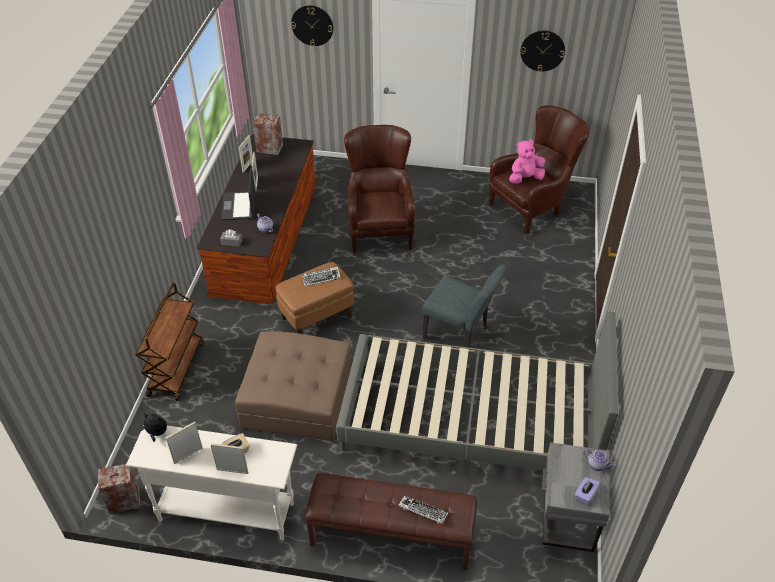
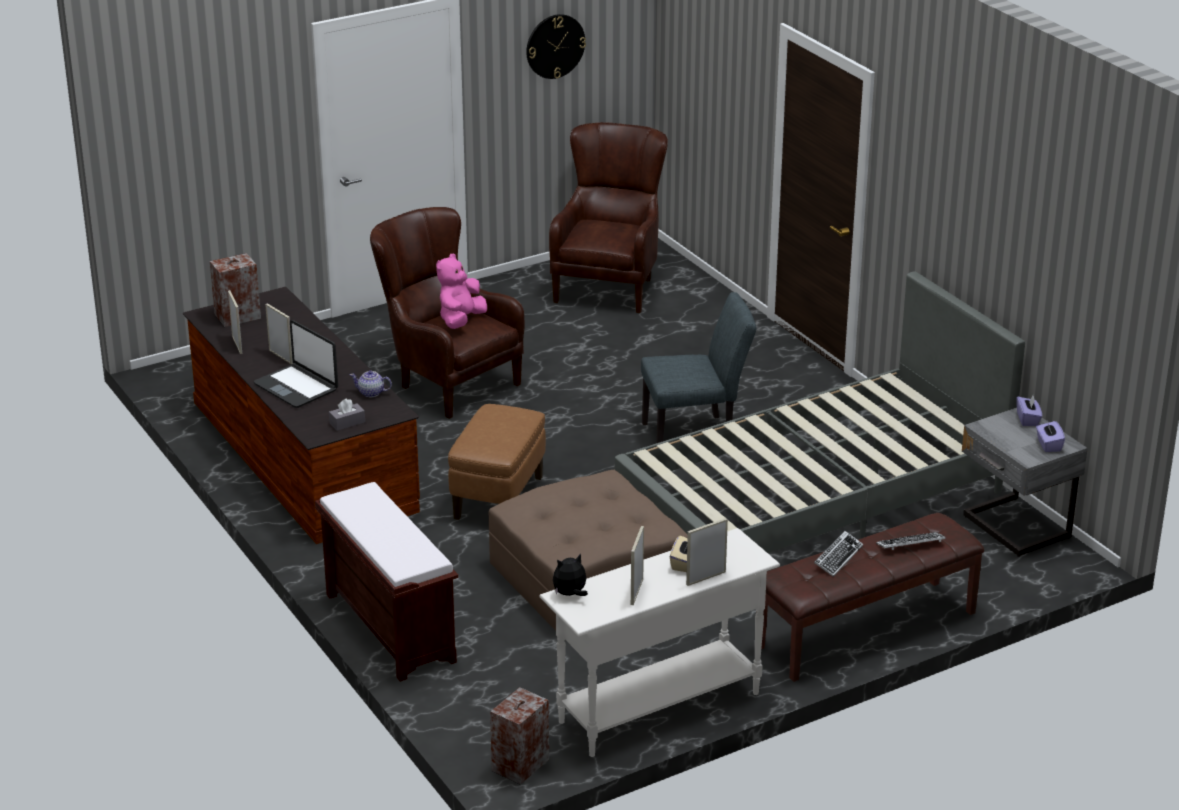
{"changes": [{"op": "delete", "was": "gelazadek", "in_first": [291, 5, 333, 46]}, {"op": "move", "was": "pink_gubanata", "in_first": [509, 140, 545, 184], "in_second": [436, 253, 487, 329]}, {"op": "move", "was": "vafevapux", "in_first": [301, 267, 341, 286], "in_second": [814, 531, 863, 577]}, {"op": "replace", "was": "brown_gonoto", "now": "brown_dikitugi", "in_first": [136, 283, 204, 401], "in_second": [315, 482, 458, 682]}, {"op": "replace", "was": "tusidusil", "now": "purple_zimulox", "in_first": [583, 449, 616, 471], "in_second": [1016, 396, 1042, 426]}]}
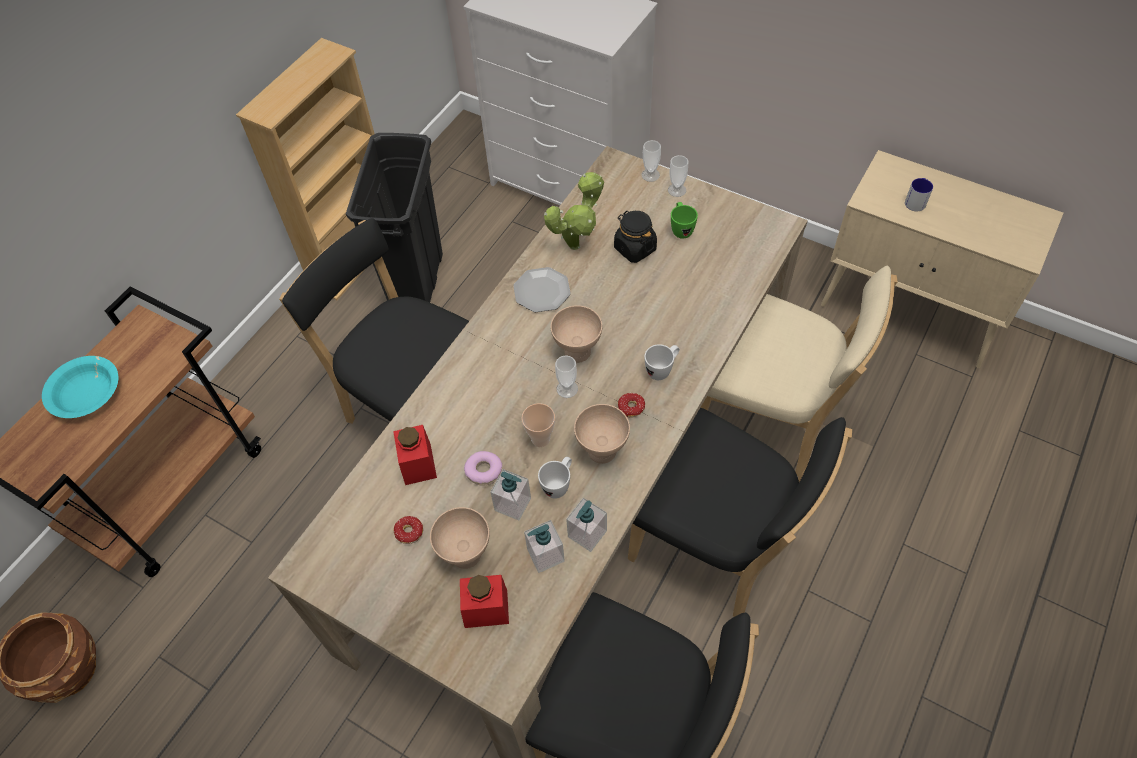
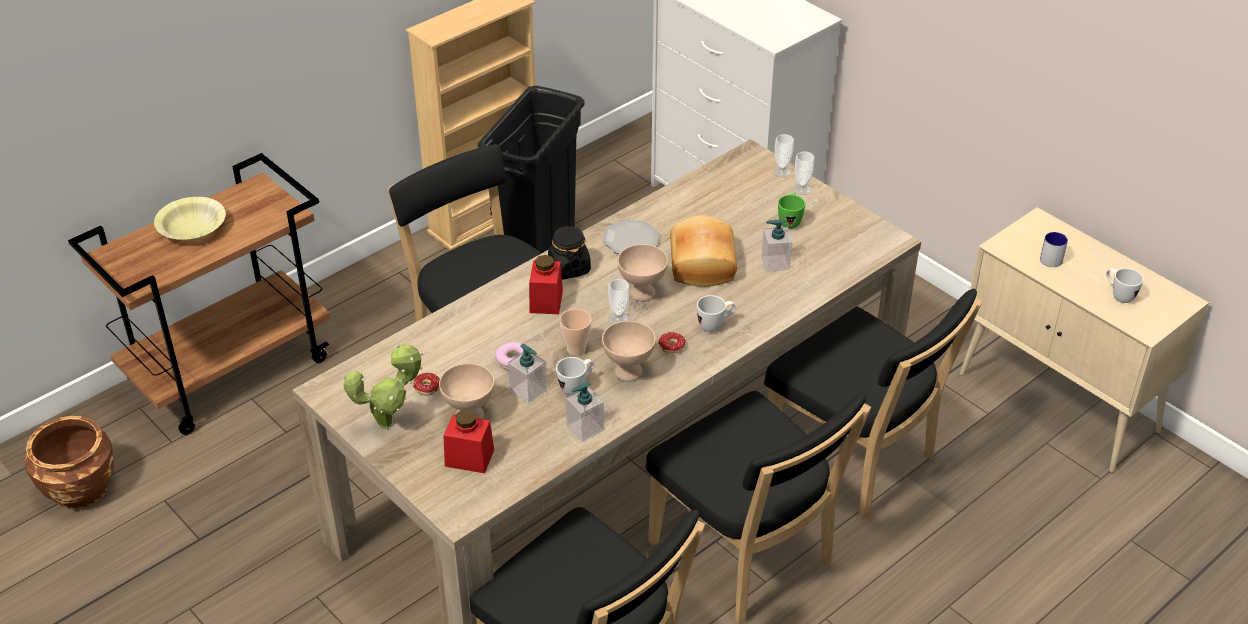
{"changes": [{"op": "move", "was": "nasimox", "in_first": [544, 172, 604, 250], "in_second": [343, 344, 423, 430]}, {"op": "move", "was": "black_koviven", "in_first": [614, 211, 657, 263], "in_second": [548, 226, 591, 280]}, {"op": "recolor", "was": "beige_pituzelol", "now": "black_pituzelol", "in_first": [700, 266, 898, 477], "in_second": [764, 289, 982, 520]}, {"op": "recolor", "was": "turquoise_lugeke", "now": "yellow_lugeke", "in_first": [42, 356, 118, 418], "in_second": [154, 197, 226, 241]}, {"op": "move", "was": "red_koviven", "in_first": [393, 425, 437, 485], "in_second": [529, 255, 563, 314]}, {"op": "move", "was": "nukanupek", "in_first": [524, 520, 565, 573], "in_second": [762, 219, 792, 272]}, {"op": "insert", "now": "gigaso", "in_second": [670, 215, 737, 287]}, {"op": "insert", "now": "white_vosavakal", "in_second": [1106, 268, 1144, 303]}]}
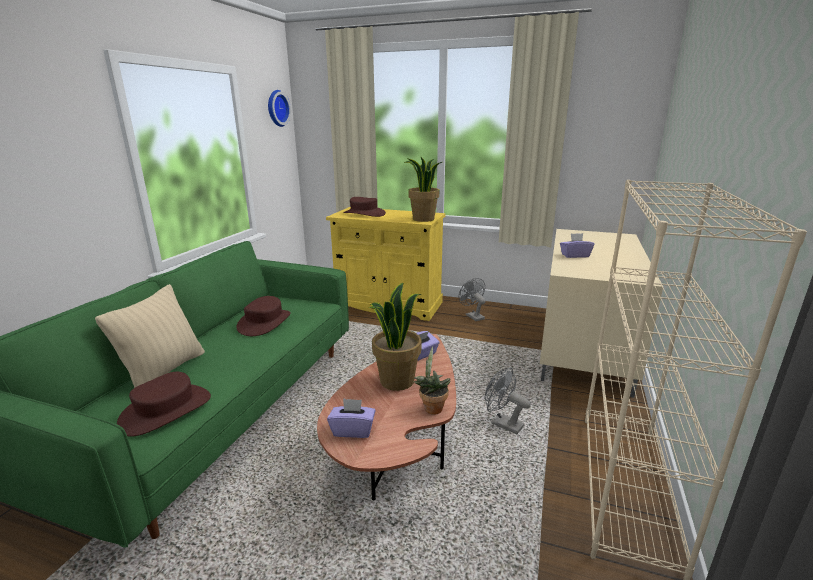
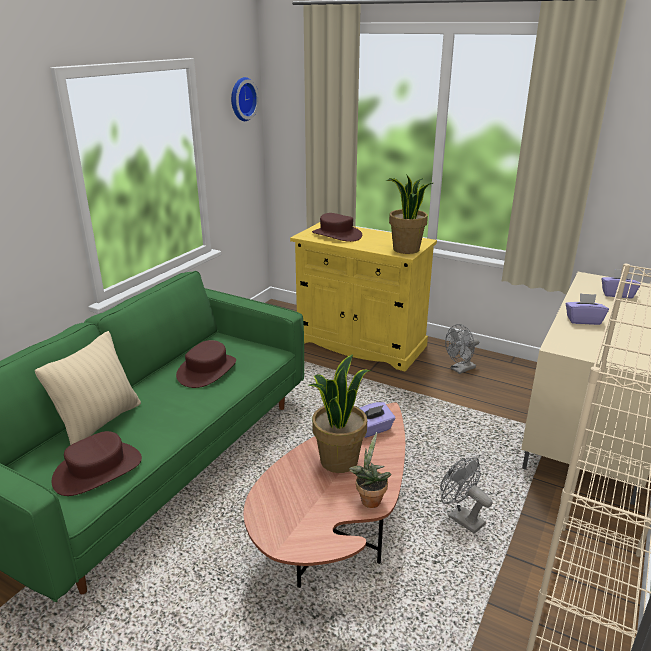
{"changes": [{"op": "rotate", "was": "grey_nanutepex", "in_first": [459, 278, 486, 321], "in_second": [445, 324, 479, 374], "clockwise": -105}, {"op": "move", "was": "purple_zimulox", "in_first": [327, 398, 376, 438], "in_second": [601, 269, 641, 298]}]}
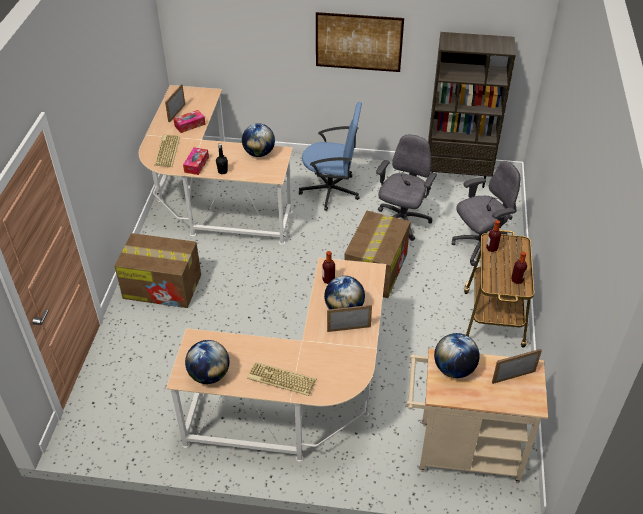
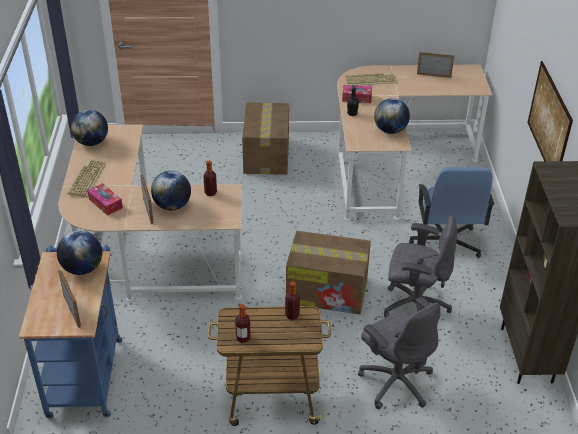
{"changes": [{"op": "move", "was": "zimulox", "in_first": [173, 110, 206, 133], "in_second": [87, 183, 123, 216]}, {"op": "recolor", "was": "beige_gonoto", "now": "blue_gonoto", "in_first": [406, 348, 548, 483], "in_second": [19, 245, 122, 419]}]}
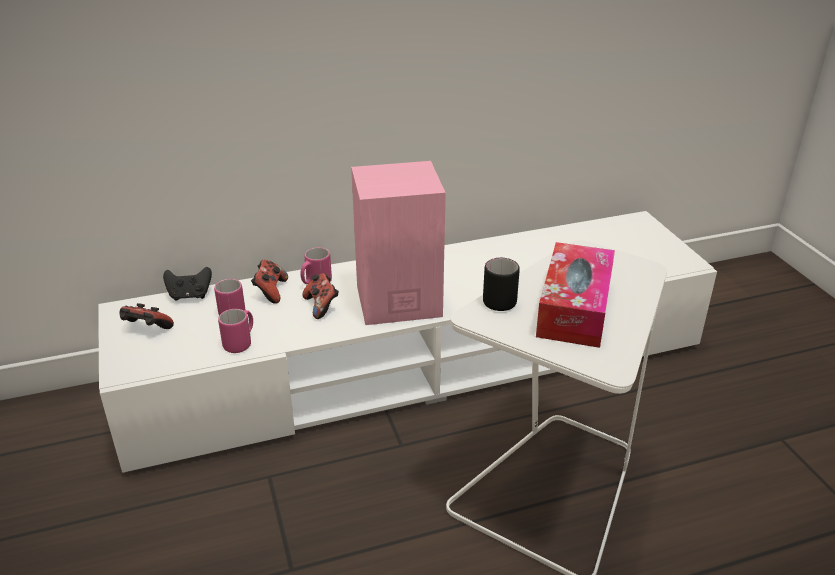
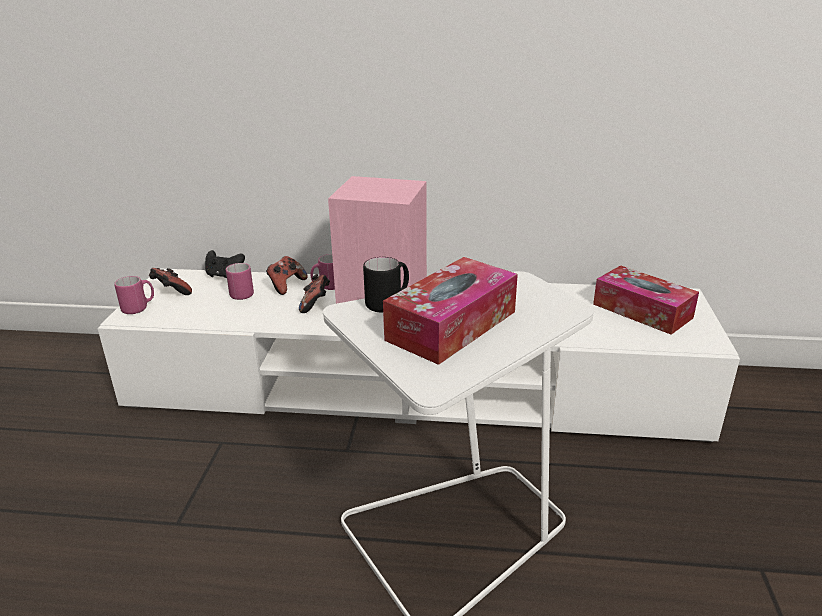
{"changes": [{"op": "move", "was": "pink_vosavakal", "in_first": [218, 309, 253, 353], "in_second": [114, 276, 154, 314]}, {"op": "insert", "now": "zimulox", "in_second": [593, 265, 699, 335]}]}
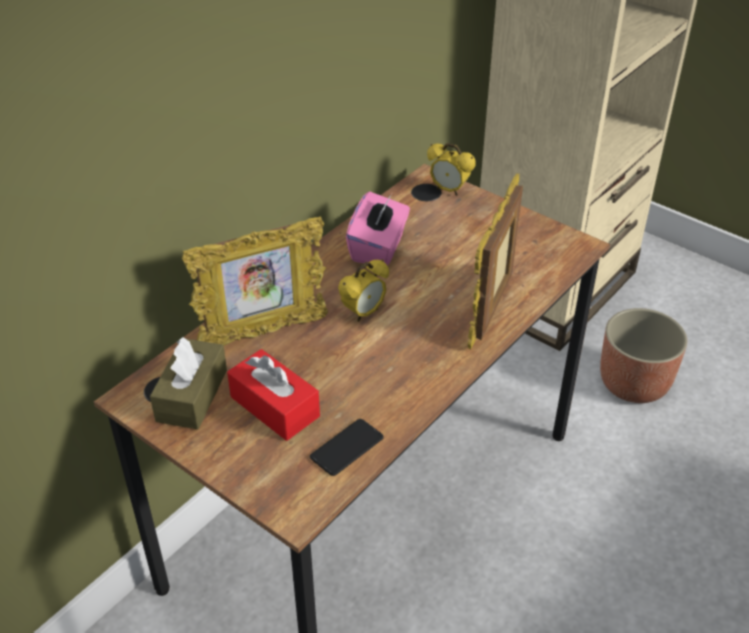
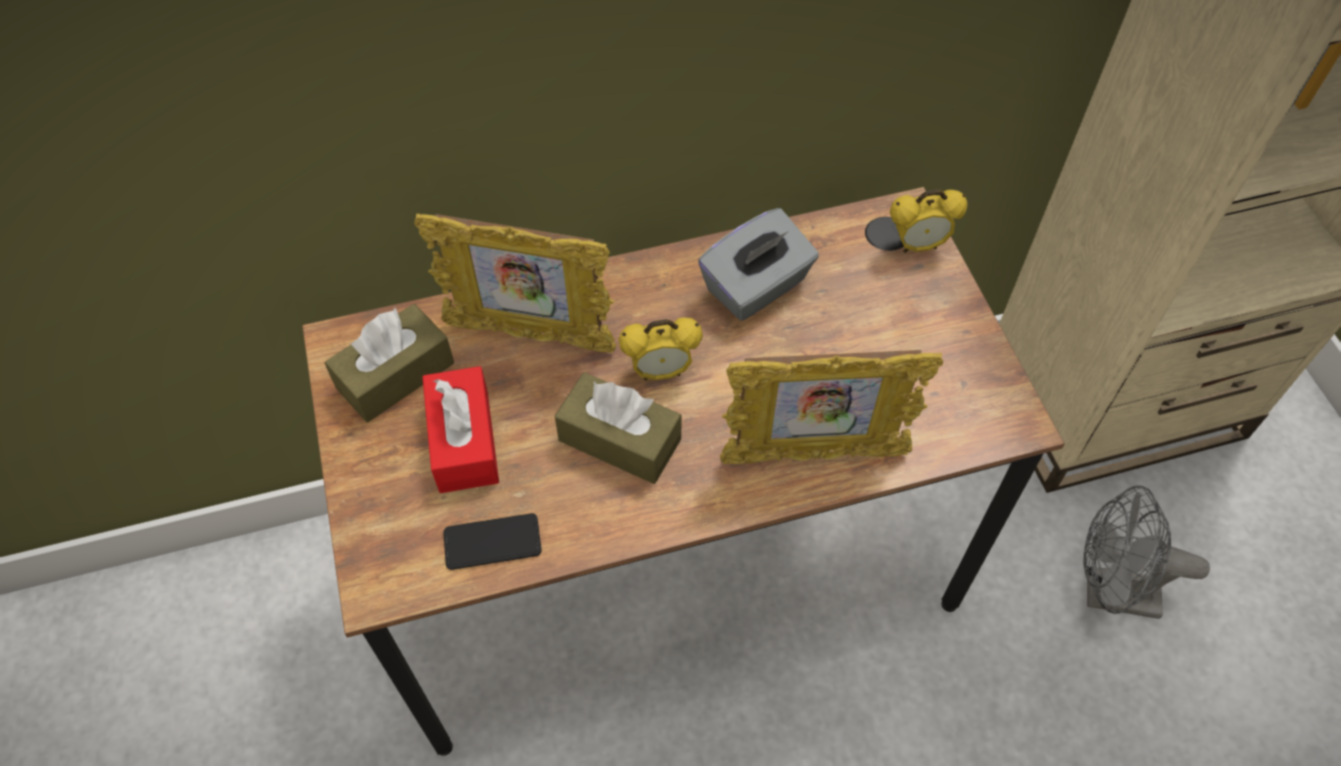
{"changes": [{"op": "rotate", "was": "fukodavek", "in_first": [427, 143, 475, 196], "in_second": [890, 189, 968, 253], "clockwise": -75}, {"op": "rotate", "was": "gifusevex", "in_first": [468, 173, 523, 349], "in_second": [720, 350, 943, 464], "clockwise": -150}, {"op": "recolor", "was": "pink_zimulox", "now": "grey_zimulox", "in_first": [346, 192, 410, 266], "in_second": [698, 208, 819, 321]}, {"op": "replace", "was": "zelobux", "now": "grey_nanutepex", "in_first": [600, 308, 687, 403], "in_second": [1084, 485, 1210, 619]}, {"op": "insert", "now": "brown_zimulox", "in_second": [555, 372, 682, 484]}]}
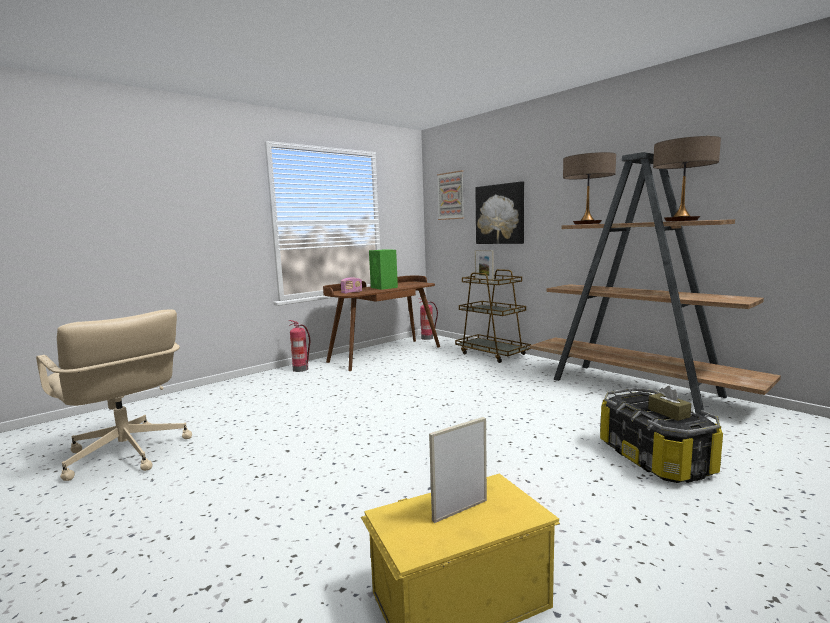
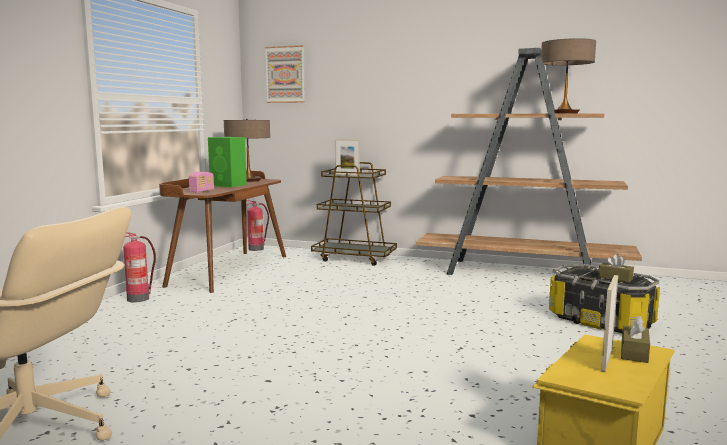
{"changes": [{"op": "move", "was": "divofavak", "in_first": [563, 152, 616, 224], "in_second": [224, 119, 270, 182]}, {"op": "delete", "was": "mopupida", "in_first": [475, 181, 524, 244]}, {"op": "insert", "now": "brown_zimulox", "in_second": [621, 316, 650, 363]}]}
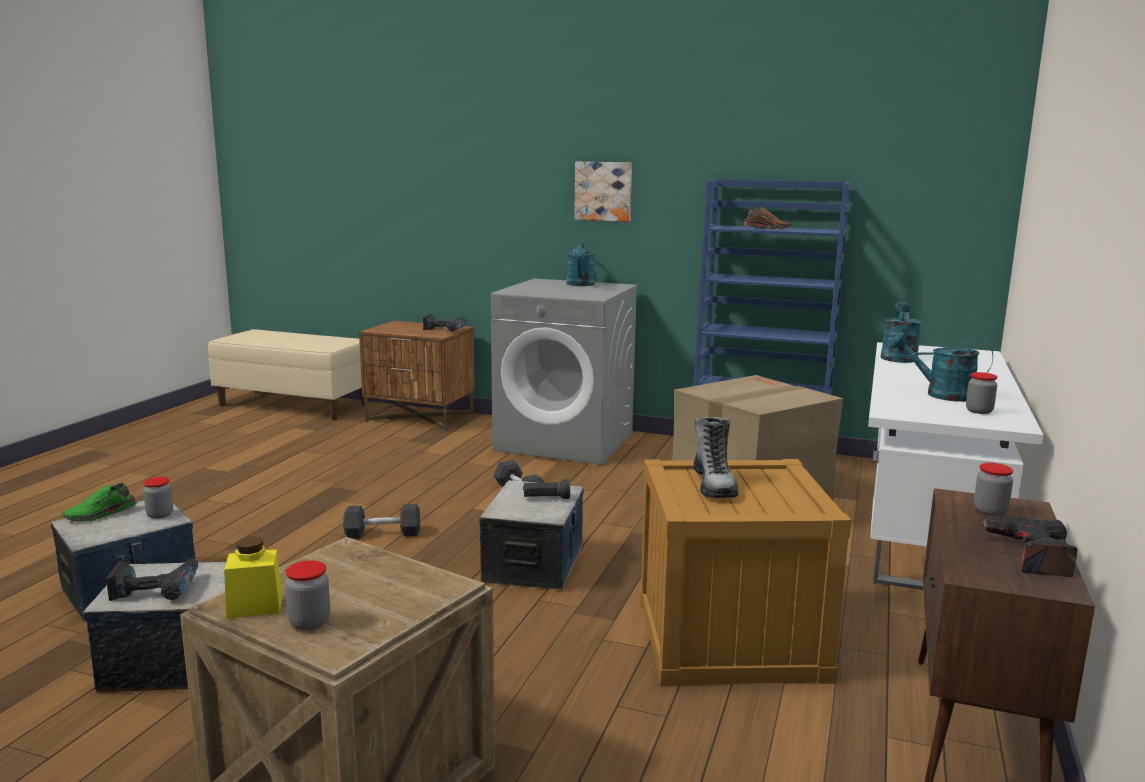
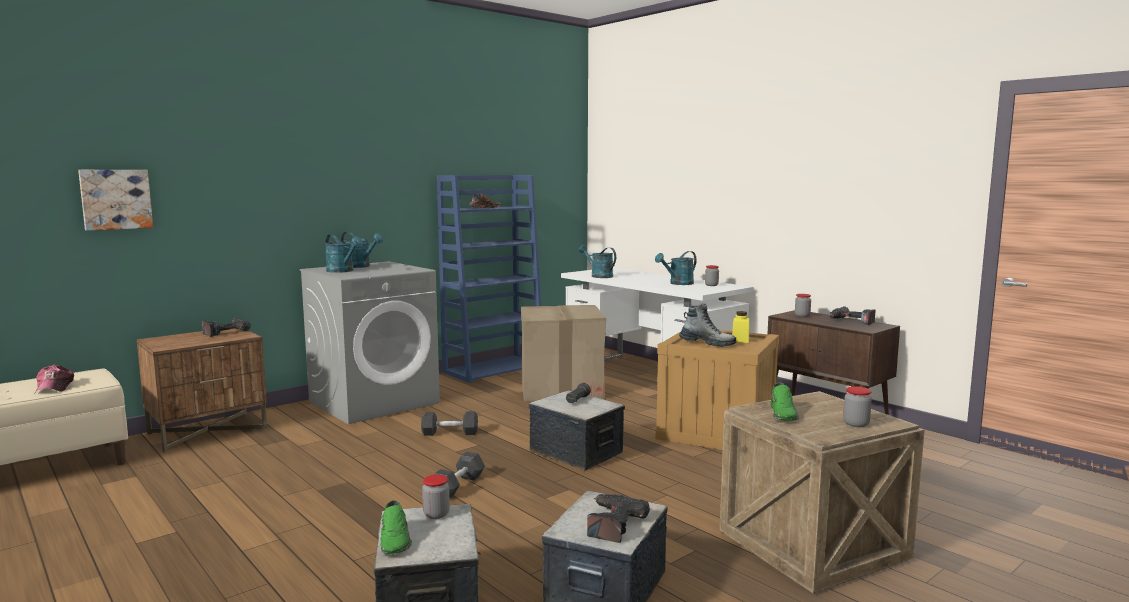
{"changes": [{"op": "move", "was": "mopupida", "in_first": [574, 162, 632, 222], "in_second": [78, 170, 153, 231]}, {"op": "move", "was": "yellow_koviven", "in_first": [224, 537, 282, 619], "in_second": [732, 311, 749, 343]}, {"op": "insert", "now": "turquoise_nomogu", "in_second": [325, 234, 363, 273]}, {"op": "insert", "now": "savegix", "in_second": [35, 365, 74, 393]}, {"op": "insert", "now": "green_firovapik", "in_second": [770, 382, 799, 421]}]}
